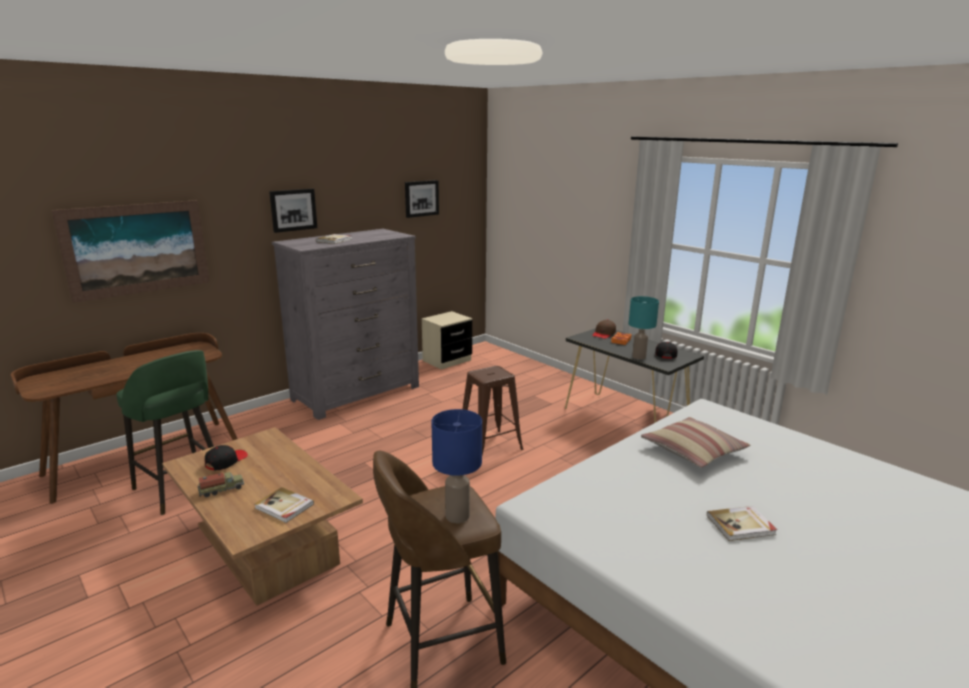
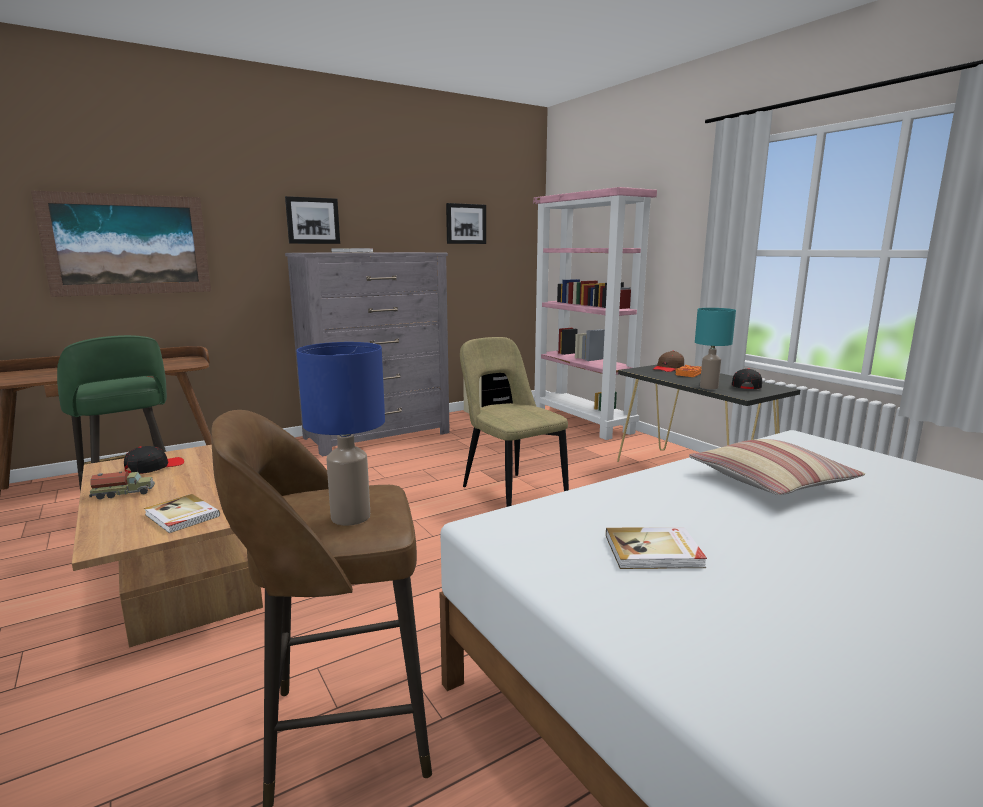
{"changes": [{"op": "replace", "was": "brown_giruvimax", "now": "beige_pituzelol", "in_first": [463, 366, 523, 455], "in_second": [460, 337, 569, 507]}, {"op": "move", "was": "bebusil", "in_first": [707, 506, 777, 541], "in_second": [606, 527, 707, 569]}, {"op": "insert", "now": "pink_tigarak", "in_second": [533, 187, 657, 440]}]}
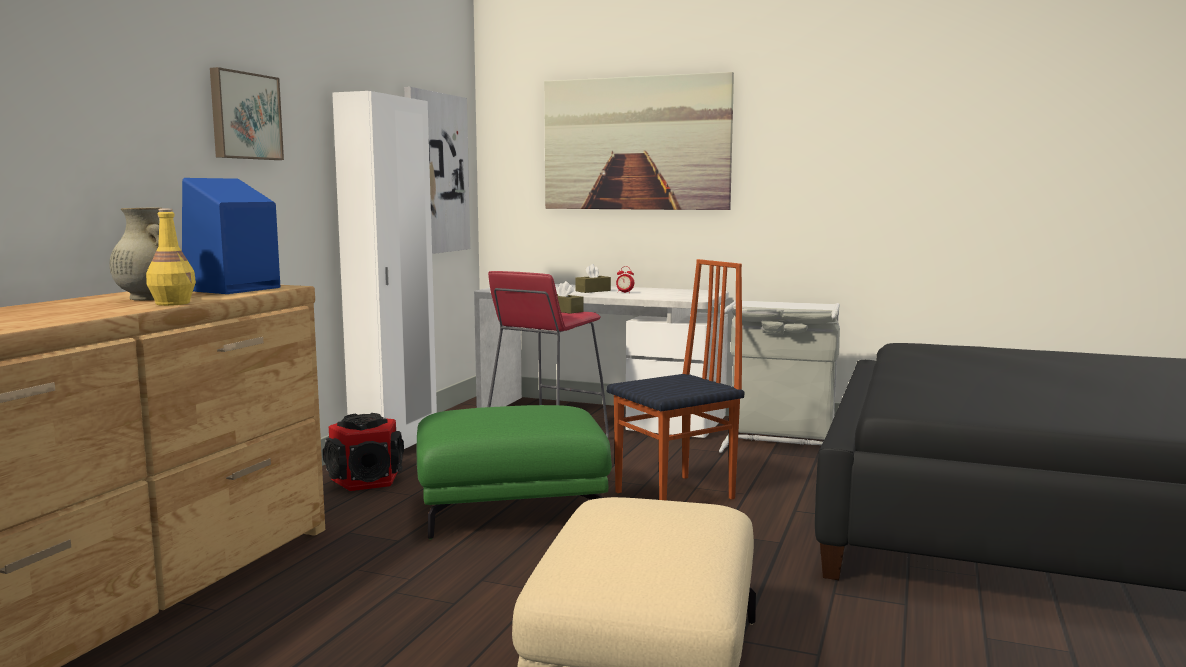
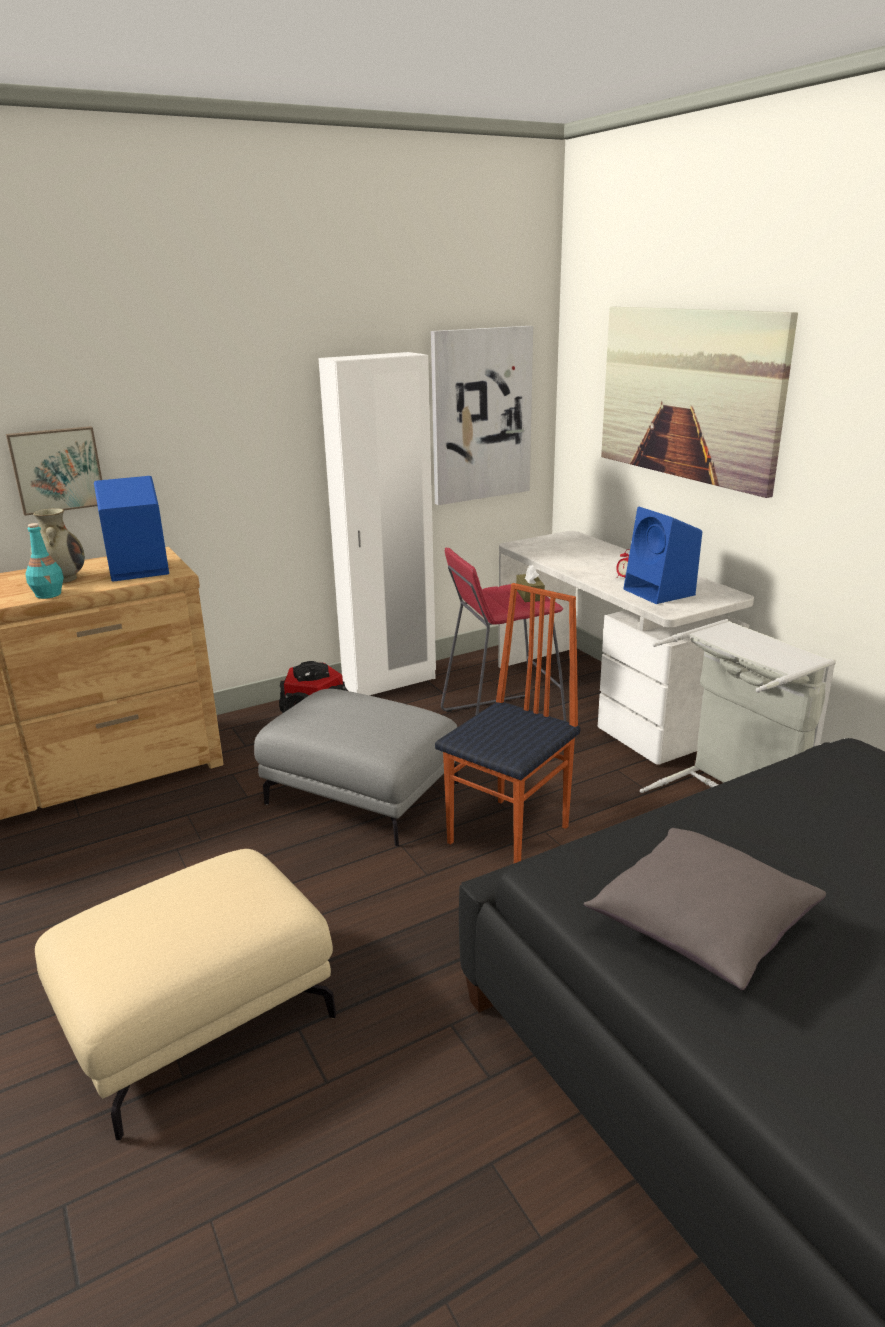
{"changes": [{"op": "move", "was": "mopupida", "in_first": [210, 67, 284, 160], "in_second": [6, 426, 102, 516]}, {"op": "recolor", "was": "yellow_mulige", "now": "turquoise_mulige", "in_first": [146, 208, 196, 306], "in_second": [25, 523, 64, 599]}, {"op": "rotate", "was": "pituzelol", "in_first": [607, 259, 744, 501], "in_second": [435, 583, 581, 863], "clockwise": -60}, {"op": "delete", "was": "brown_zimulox", "in_first": [576, 264, 611, 293]}, {"op": "recolor", "was": "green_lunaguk", "now": "grey_lunaguk", "in_first": [417, 405, 612, 540], "in_second": [254, 689, 458, 847]}, {"op": "insert", "now": "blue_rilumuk", "in_second": [623, 507, 702, 604]}, {"op": "insert", "now": "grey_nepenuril", "in_second": [584, 828, 826, 990]}]}
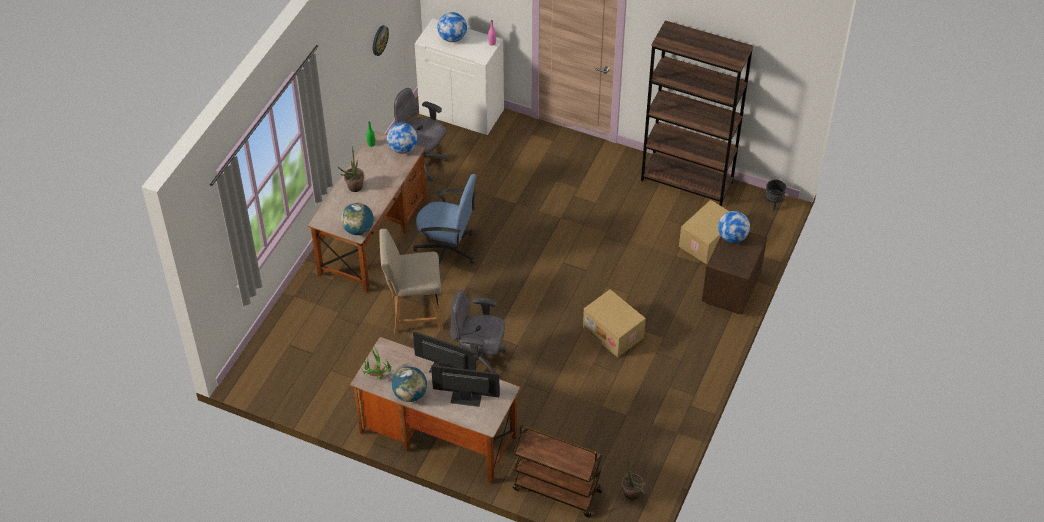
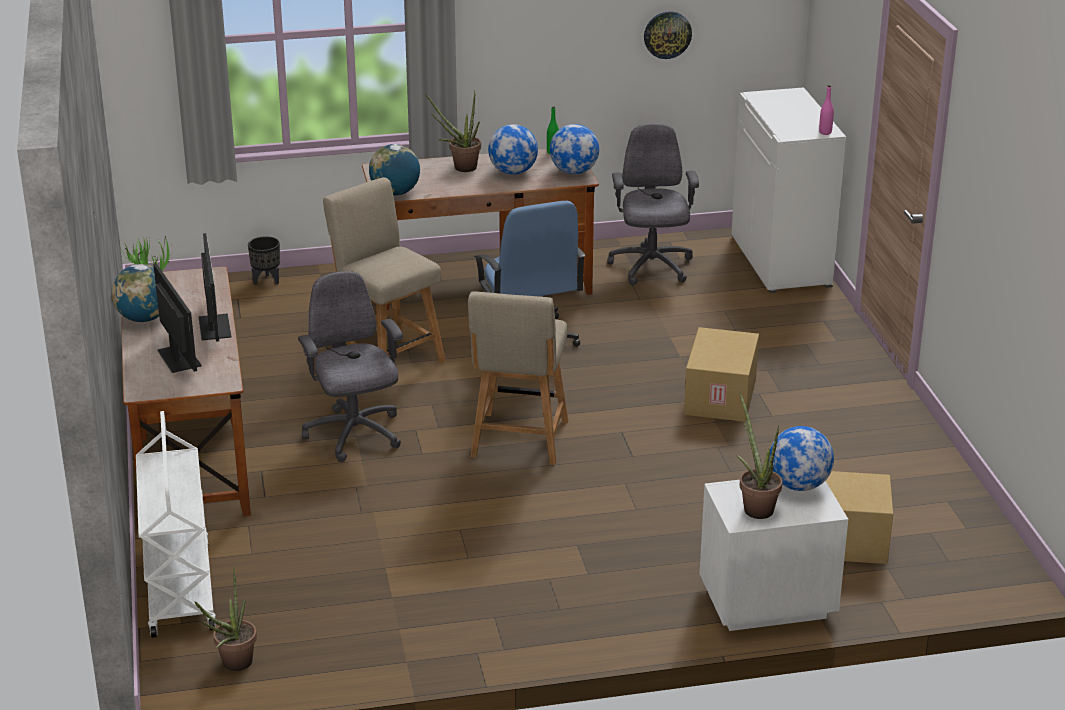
{"changes": [{"op": "move", "was": "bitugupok", "in_first": [437, 12, 467, 42], "in_second": [488, 124, 538, 175]}, {"op": "delete", "was": "brown_tigarak", "in_first": [641, 20, 754, 206]}, {"op": "move", "was": "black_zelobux", "in_first": [765, 179, 786, 211], "in_second": [248, 236, 280, 285]}, {"op": "recolor", "was": "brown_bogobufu", "now": "white_bogobufu", "in_first": [702, 232, 767, 315], "in_second": [700, 480, 848, 631]}, {"op": "move", "was": "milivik", "in_first": [583, 289, 646, 357], "in_second": [684, 327, 759, 422]}, {"op": "recolor", "was": "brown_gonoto", "now": "white_gonoto", "in_first": [513, 425, 603, 518], "in_second": [136, 411, 216, 638]}, {"op": "insert", "now": "beige_pituzelol", "in_second": [468, 291, 568, 465]}, {"op": "insert", "now": "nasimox", "in_second": [736, 392, 782, 519]}]}
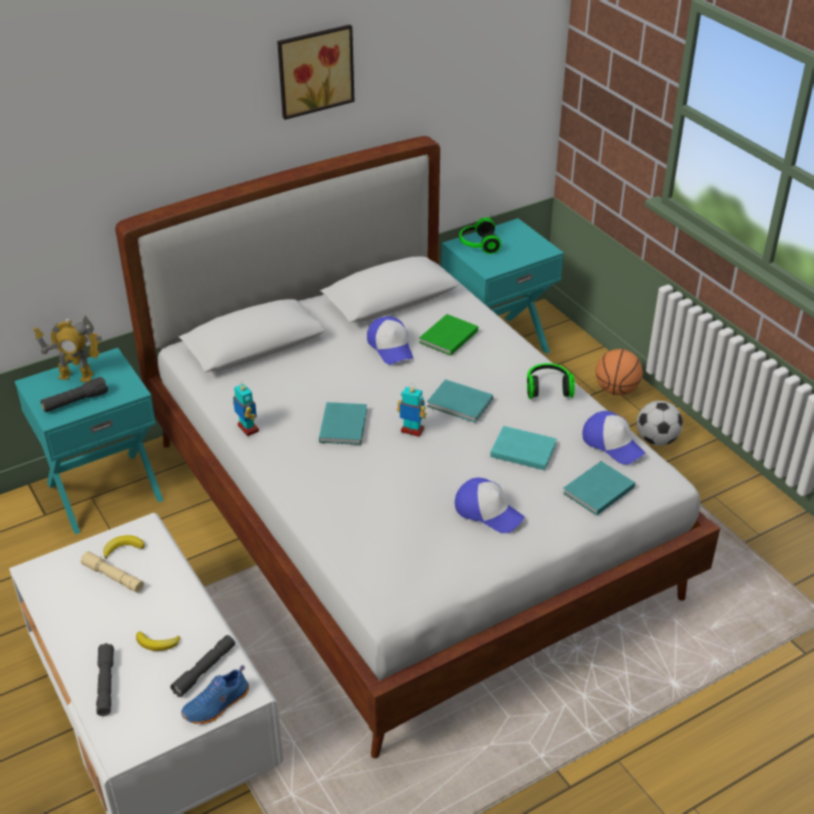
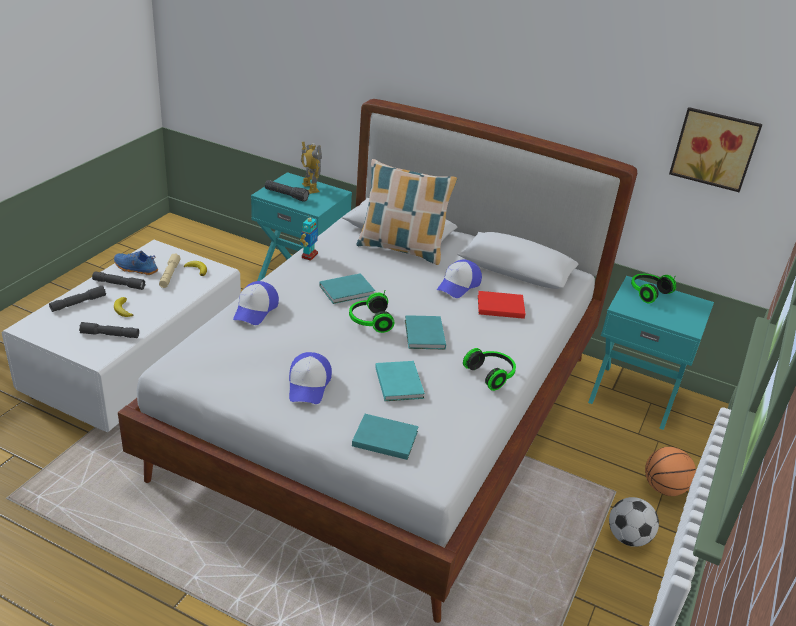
{"changes": [{"op": "move", "was": "mopupida", "in_first": [277, 24, 355, 120], "in_second": [669, 107, 763, 192]}, {"op": "recolor", "was": "green_bebusil", "now": "red_bebusil", "in_first": [419, 314, 478, 356], "in_second": [478, 291, 525, 319]}, {"op": "replace", "was": "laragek", "now": "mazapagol", "in_first": [397, 383, 427, 437], "in_second": [349, 291, 394, 333]}, {"op": "move", "was": "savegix", "in_first": [582, 411, 646, 465], "in_second": [233, 281, 279, 325]}, {"op": "move", "was": "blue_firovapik", "in_first": [181, 665, 249, 724], "in_second": [114, 250, 158, 275]}, {"op": "insert", "now": "nepenuril", "in_second": [356, 159, 457, 265]}, {"op": "insert", "now": "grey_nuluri", "in_second": [92, 271, 145, 290]}]}
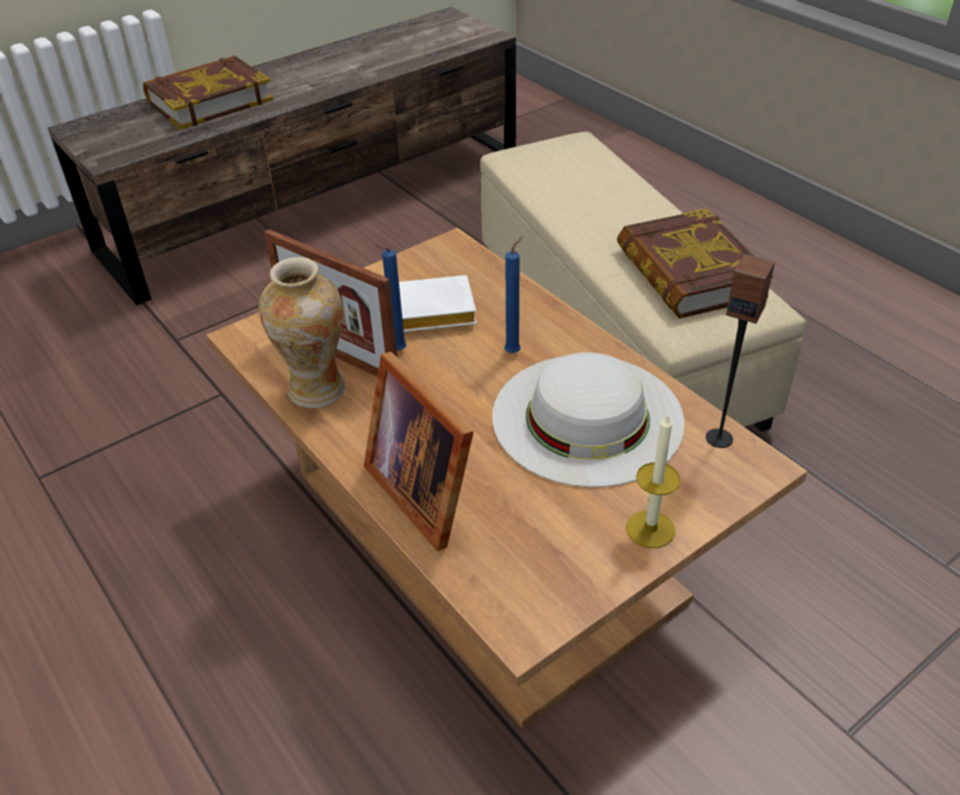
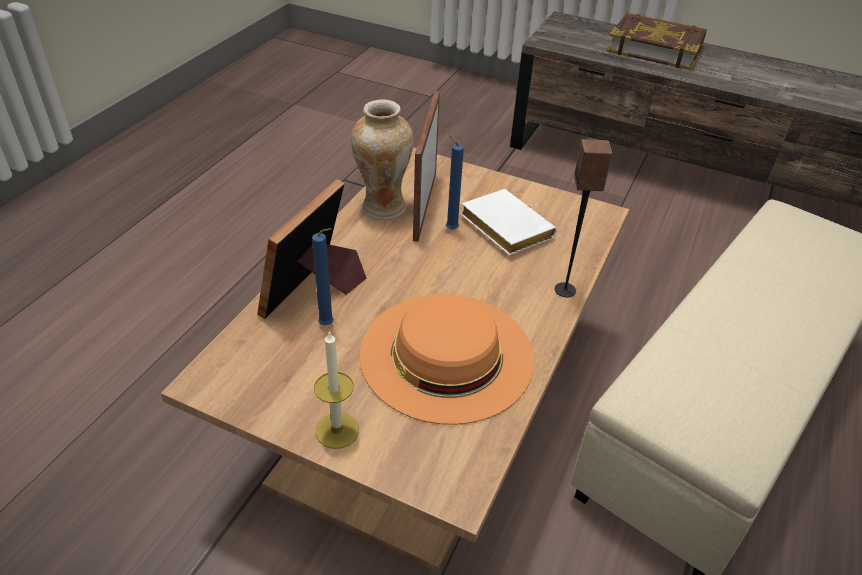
{"changes": [{"op": "delete", "was": "bebusil", "in_first": [617, 208, 773, 318]}, {"op": "move", "was": "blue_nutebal", "in_first": [505, 237, 522, 353], "in_second": [312, 228, 334, 325]}, {"op": "move", "was": "rilumuk", "in_first": [706, 254, 775, 448], "in_second": [555, 139, 612, 297]}, {"op": "recolor", "was": "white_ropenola", "now": "orange_ropenola", "in_first": [492, 352, 684, 487], "in_second": [360, 294, 534, 425]}]}
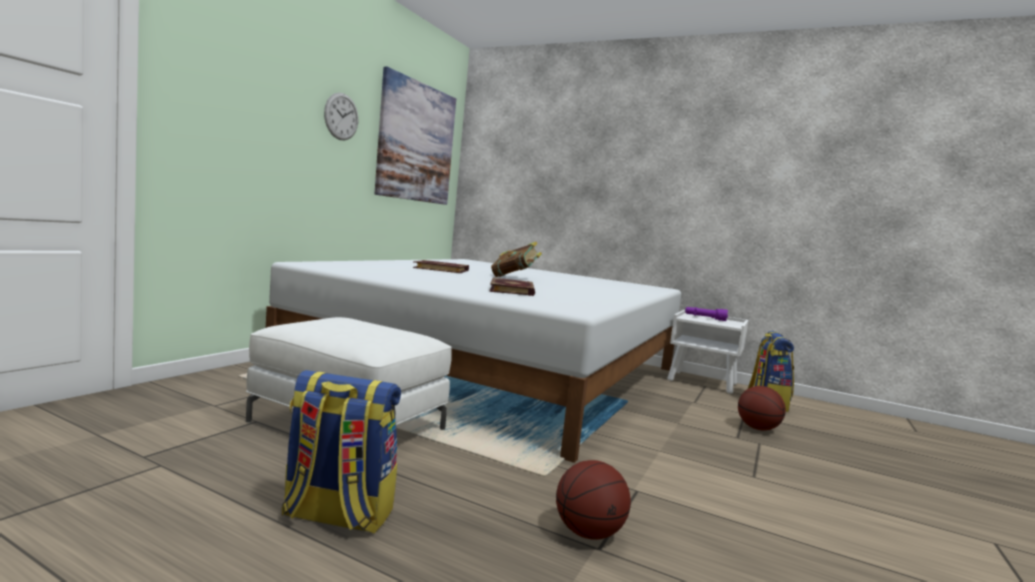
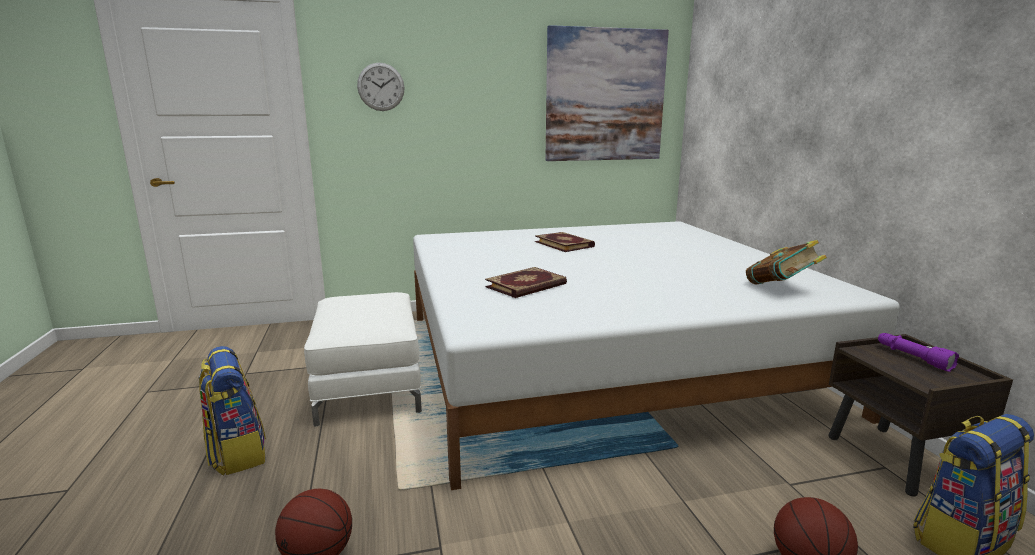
{"changes": [{"op": "move", "was": "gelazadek", "in_first": [324, 93, 358, 140], "in_second": [357, 63, 405, 111]}, {"op": "move", "was": "bebusil", "in_first": [491, 242, 542, 277], "in_second": [746, 240, 827, 284]}, {"op": "recolor", "was": "white_bogobufu", "now": "brown_bogobufu", "in_first": [667, 310, 748, 394], "in_second": [829, 334, 1013, 496]}]}
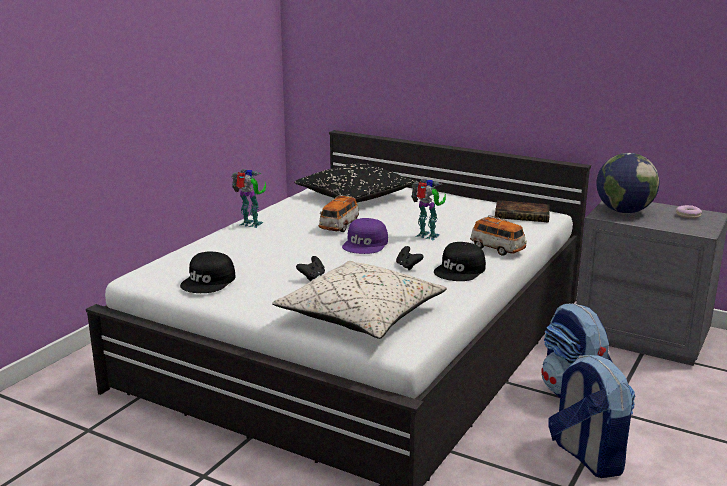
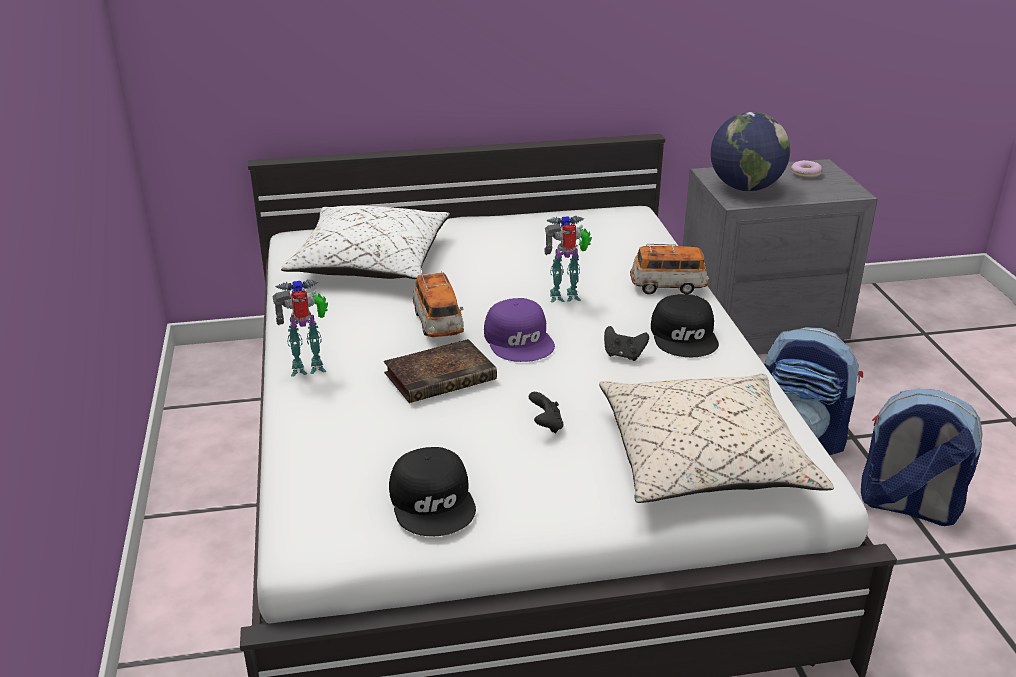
{"changes": [{"op": "recolor", "was": "black_nepenuril", "now": "white_nepenuril", "in_first": [294, 163, 418, 202], "in_second": [281, 205, 450, 279]}, {"op": "move", "was": "bebusil", "in_first": [495, 200, 550, 223], "in_second": [384, 339, 497, 403]}]}
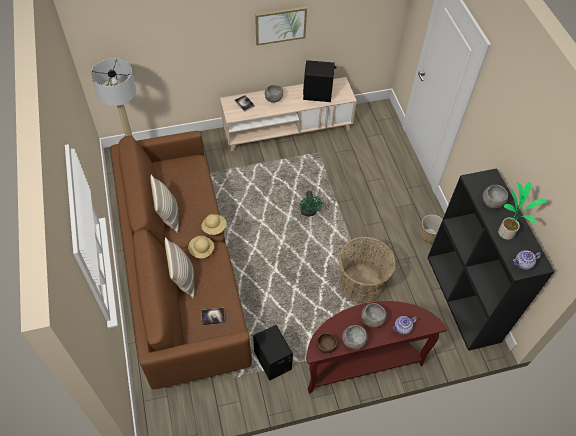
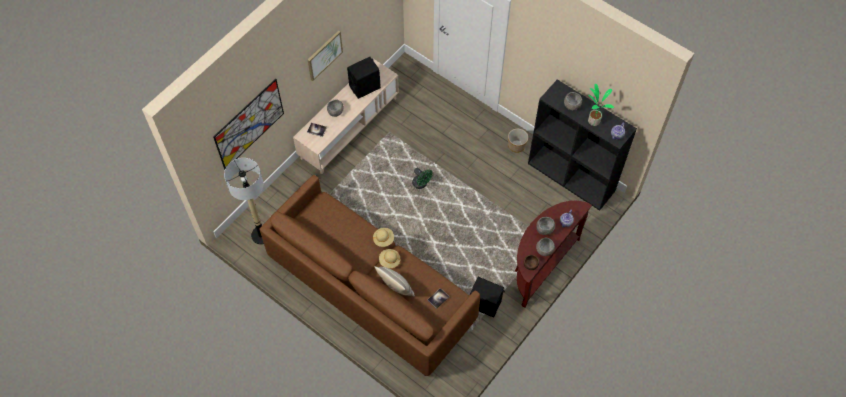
{"changes": [{"op": "delete", "was": "nepenuril", "in_first": [151, 175, 178, 233]}, {"op": "delete", "was": "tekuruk", "in_first": [339, 236, 396, 303]}, {"op": "insert", "now": "mopupida", "in_second": [213, 79, 284, 170]}]}
